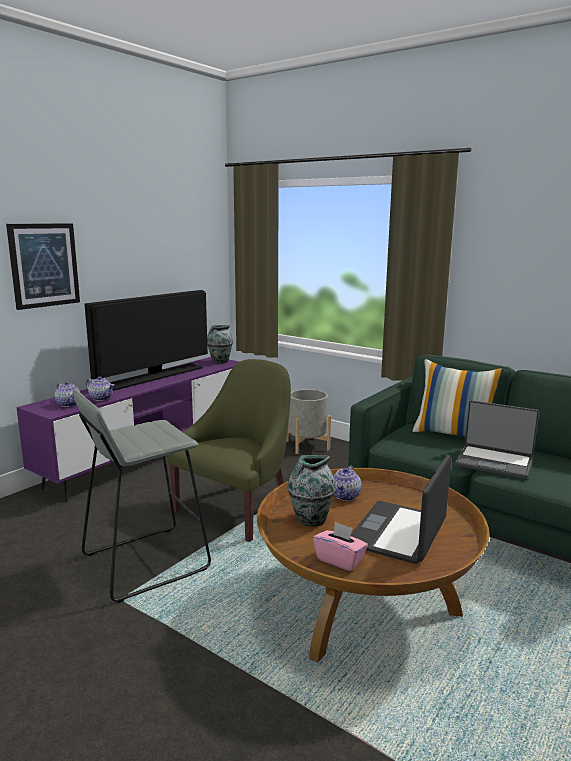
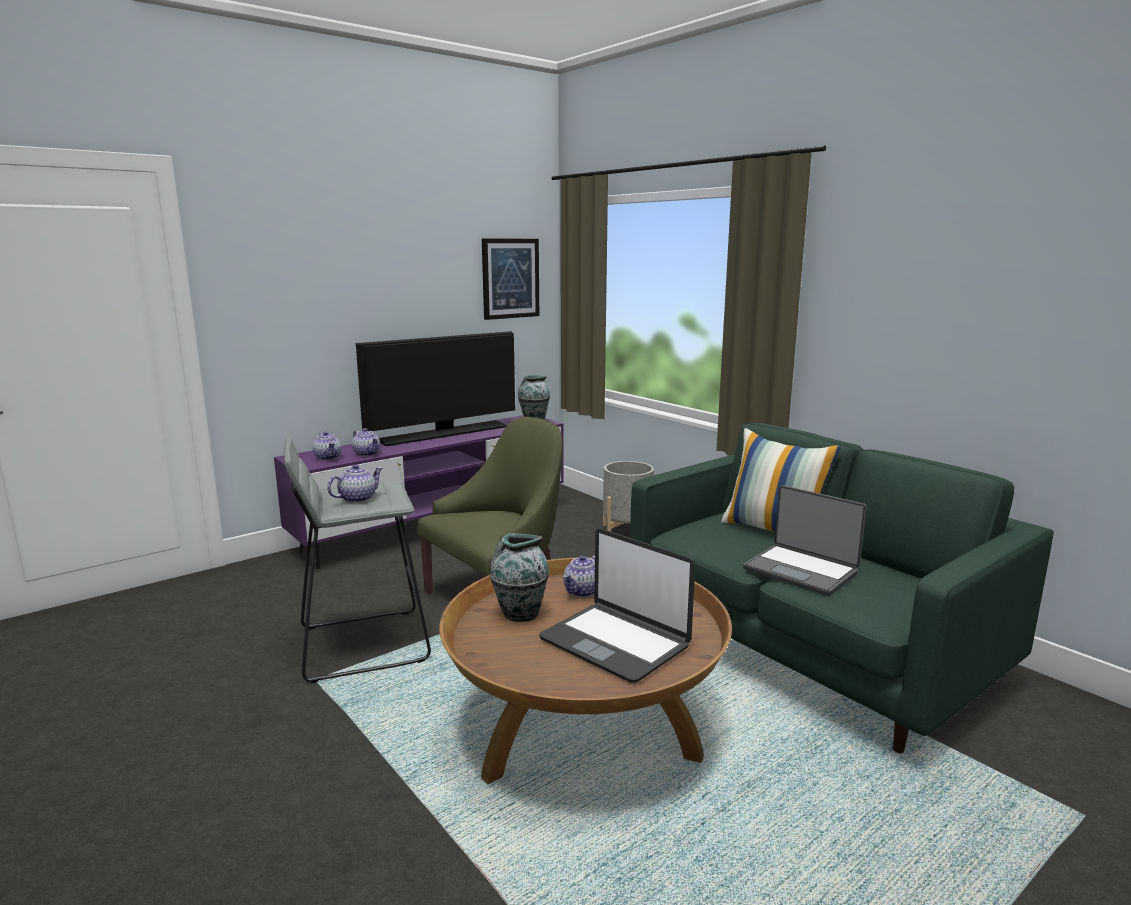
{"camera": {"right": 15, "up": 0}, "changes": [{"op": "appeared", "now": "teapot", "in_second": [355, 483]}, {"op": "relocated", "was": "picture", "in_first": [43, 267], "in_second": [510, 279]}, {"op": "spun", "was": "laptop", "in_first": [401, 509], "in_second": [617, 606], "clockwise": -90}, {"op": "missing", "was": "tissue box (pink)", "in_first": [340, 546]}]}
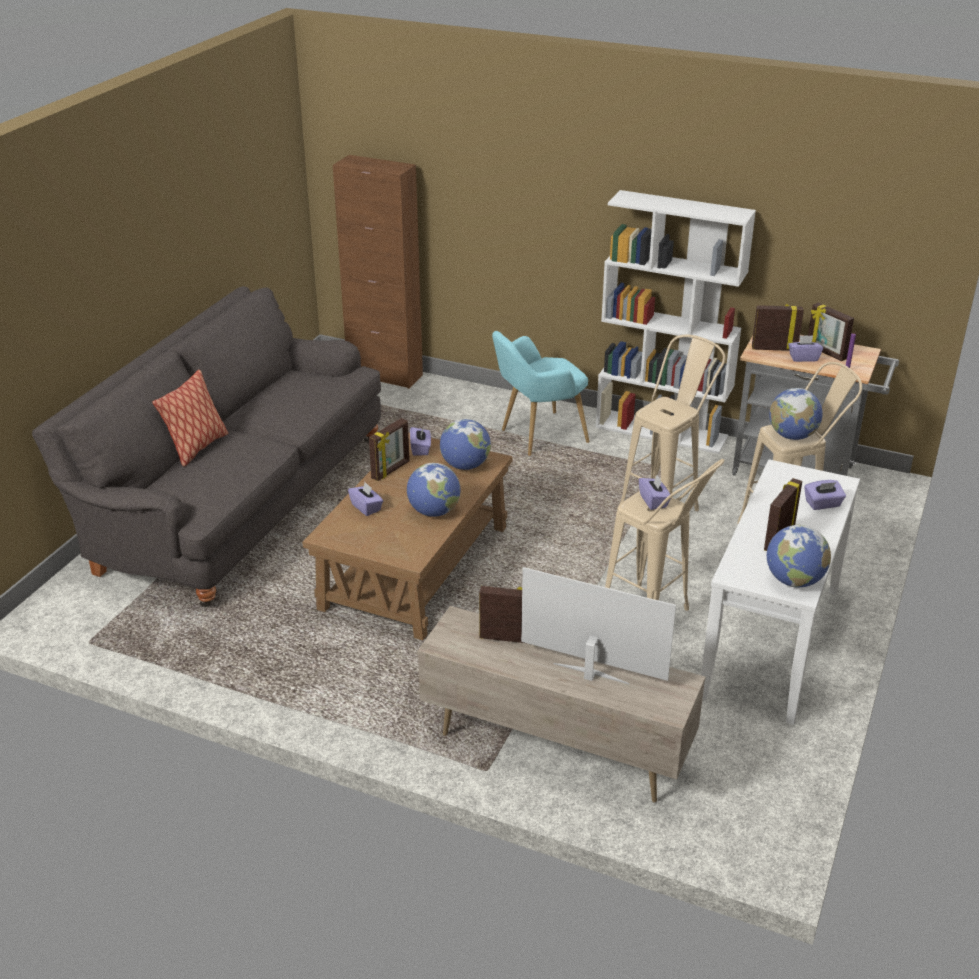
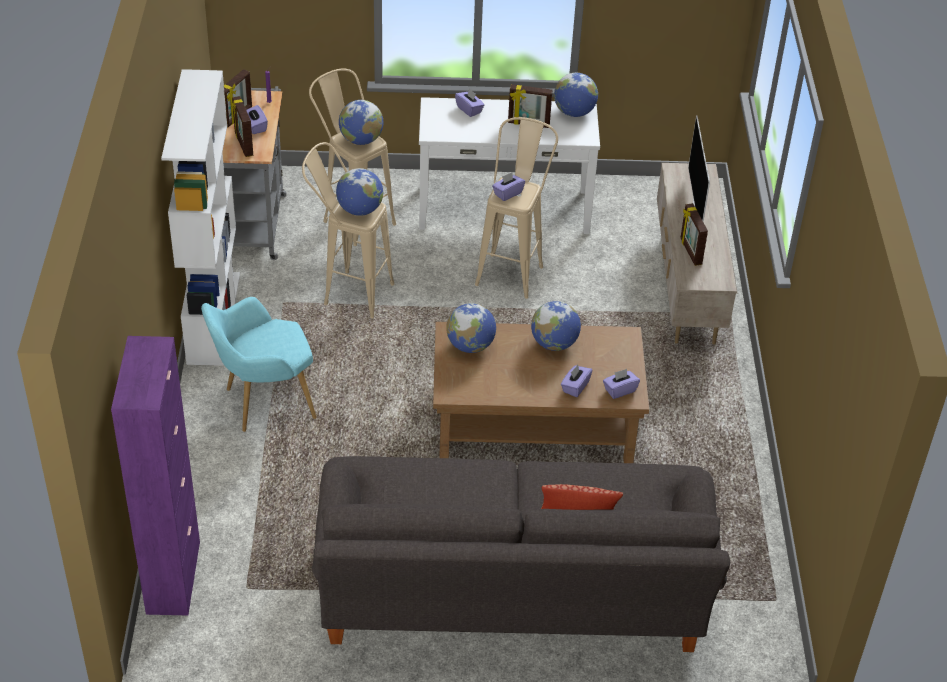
{"camera": {"right": -115, "up": 10}, "changes": [{"op": "colour", "was": "cabinet (brown)", "now": "cabinet (purple)", "in_first": [378, 272], "in_second": [155, 475]}, {"op": "spun", "was": "armchair (turquoise)", "in_first": [540, 393], "in_second": [259, 364], "clockwise": 120}, {"op": "appeared", "now": "globe", "in_second": [359, 192]}, {"op": "relocated", "was": "tissue box (purple)", "in_first": [420, 441], "in_second": [621, 384]}, {"op": "missing", "was": "picture frame", "in_first": [389, 449]}]}
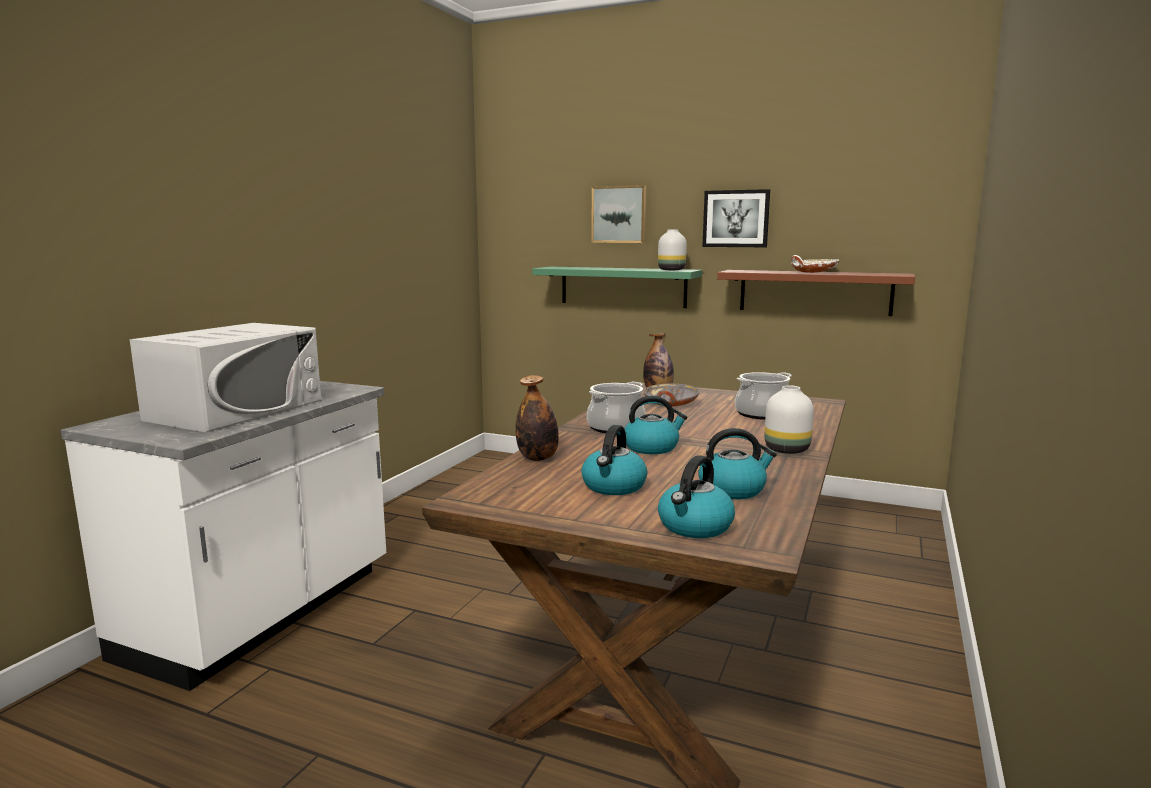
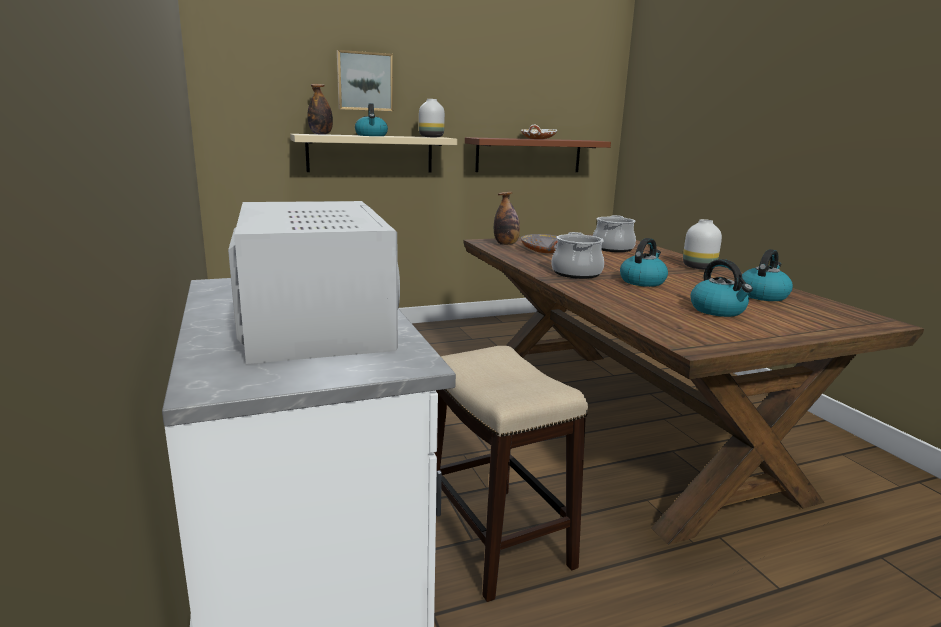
{"camera": {"right": -45, "up": 5}, "changes": [{"op": "colour", "was": "shelf (green)", "now": "shelf (beige)", "in_first": [617, 287], "in_second": [373, 153]}, {"op": "relocated", "was": "bottle", "in_first": [537, 418], "in_second": [320, 109]}, {"op": "relocated", "was": "kettle", "in_first": [696, 496], "in_second": [371, 119]}, {"op": "appeared", "now": "stool", "in_second": [511, 474]}, {"op": "missing", "was": "picture", "in_first": [736, 218]}]}
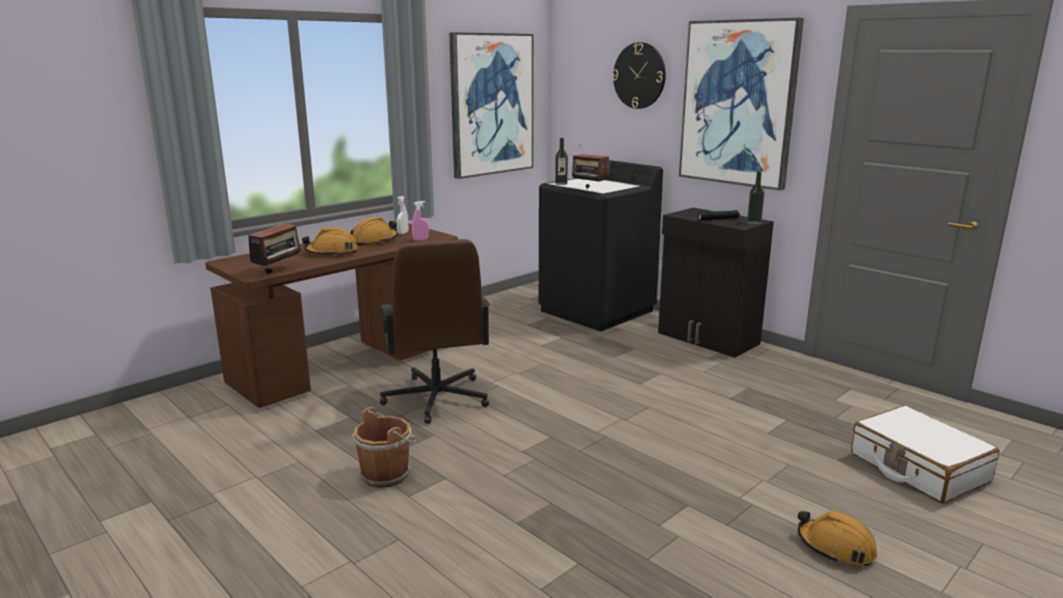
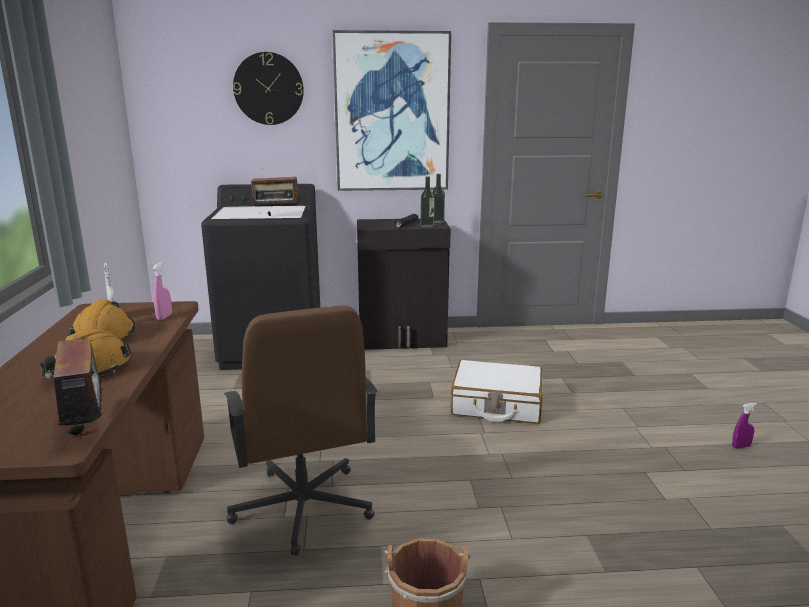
{"camera": {"right": -50, "up": 0}, "changes": [{"op": "spun", "was": "office chair (brown)", "in_first": [435, 331], "in_second": [301, 431], "clockwise": 45}, {"op": "relocated", "was": "bottle", "in_first": [561, 161], "in_second": [427, 202]}, {"op": "relocated", "was": "suitcase (white)", "in_first": [925, 454], "in_second": [497, 392]}, {"op": "exchanged", "was": "hard hat (orange)", "now": "spray bottle (purple)", "in_first": [837, 538], "in_second": [744, 425]}, {"op": "missing", "was": "picture", "in_first": [491, 105]}]}
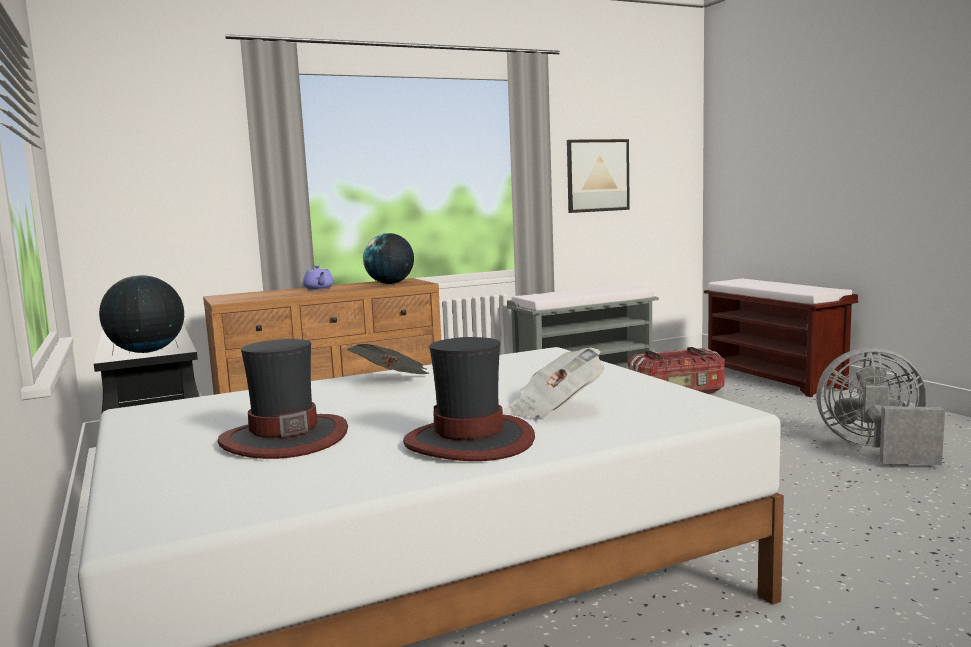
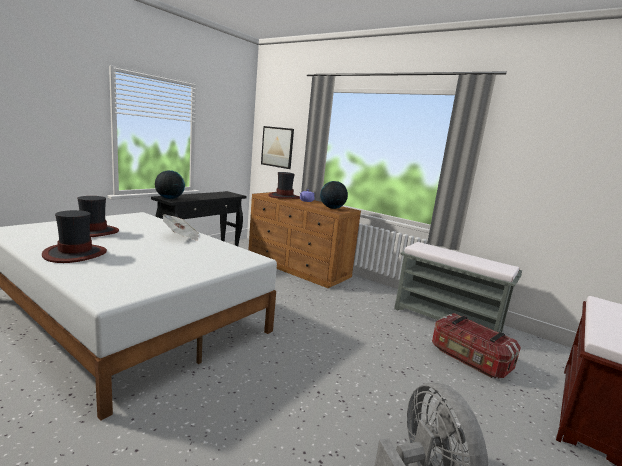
{"camera": {"right": 60, "up": 5}, "changes": [{"op": "relocated", "was": "picture", "in_first": [598, 176], "in_second": [277, 147]}, {"op": "appeared", "now": "hat", "in_second": [284, 185]}, {"op": "missing", "was": "newspaper", "in_first": [554, 383]}]}
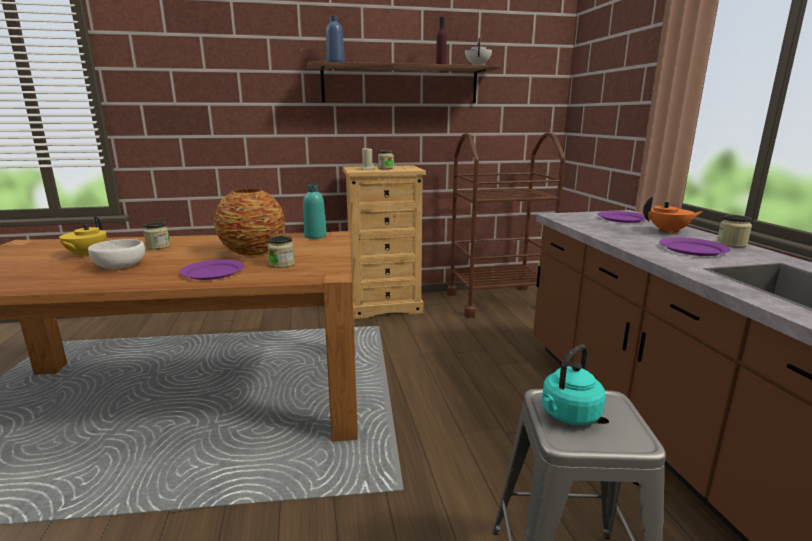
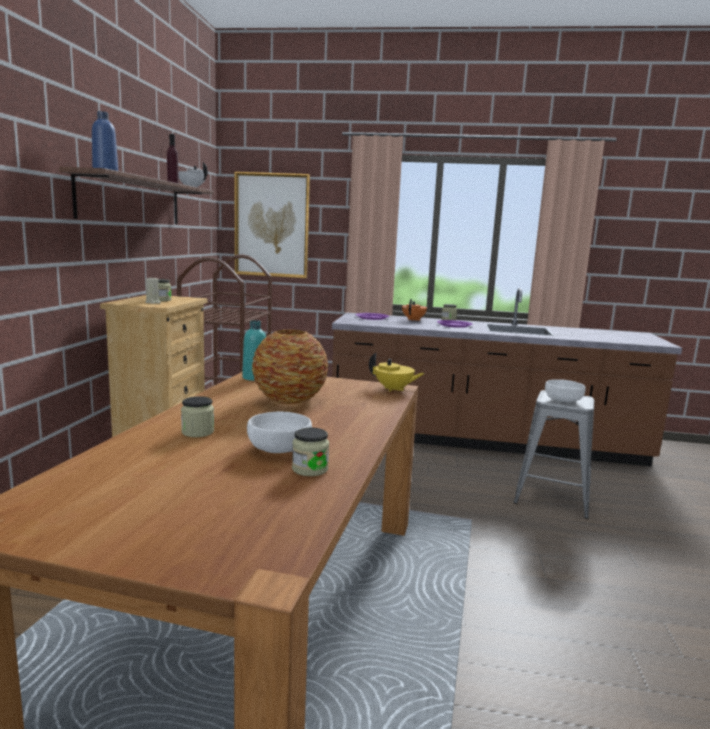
{"camera": {"right": -70, "up": -5}, "changes": [{"op": "appeared", "now": "picture", "in_second": [272, 225]}, {"op": "relocated", "was": "jar", "in_first": [281, 252], "in_second": [310, 452]}, {"op": "relocated", "was": "teapot (yellow)", "in_first": [82, 236], "in_second": [397, 372]}, {"op": "exchanged", "was": "kettle (turquoise)", "now": "bowl (white)", "in_first": [573, 385], "in_second": [565, 390]}, {"op": "missing", "was": "plate (purple)", "in_first": [212, 269]}]}
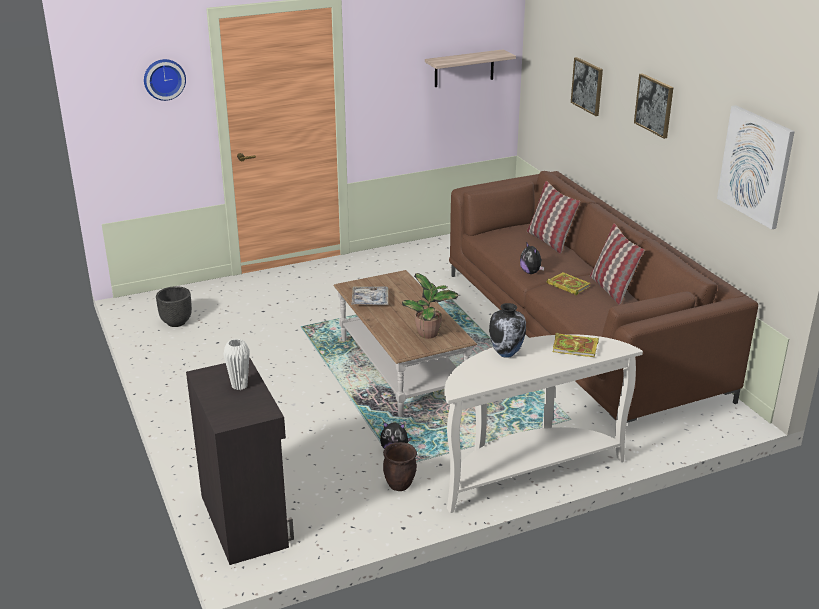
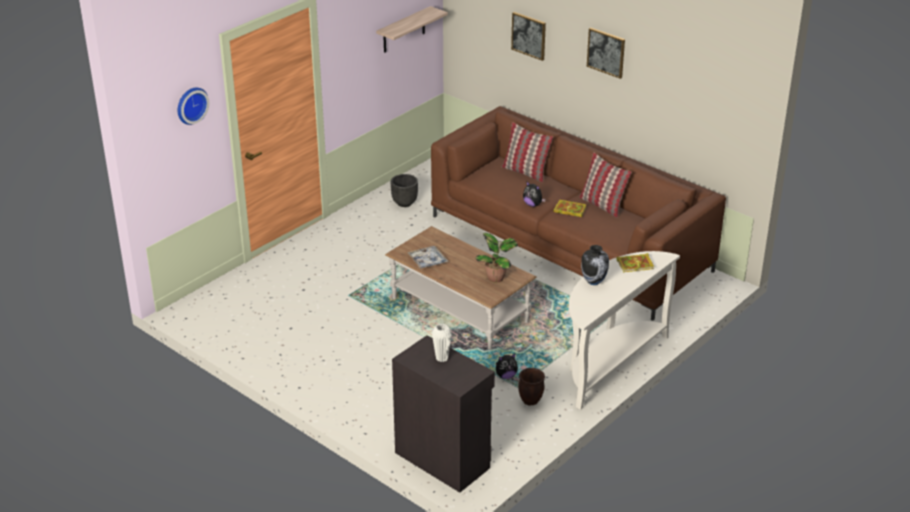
{"camera": {"right": -25, "up": 5}, "changes": [{"op": "relocated", "was": "planter (black)", "in_first": [174, 306], "in_second": [404, 190]}, {"op": "missing", "was": "picture", "in_first": [756, 167]}]}
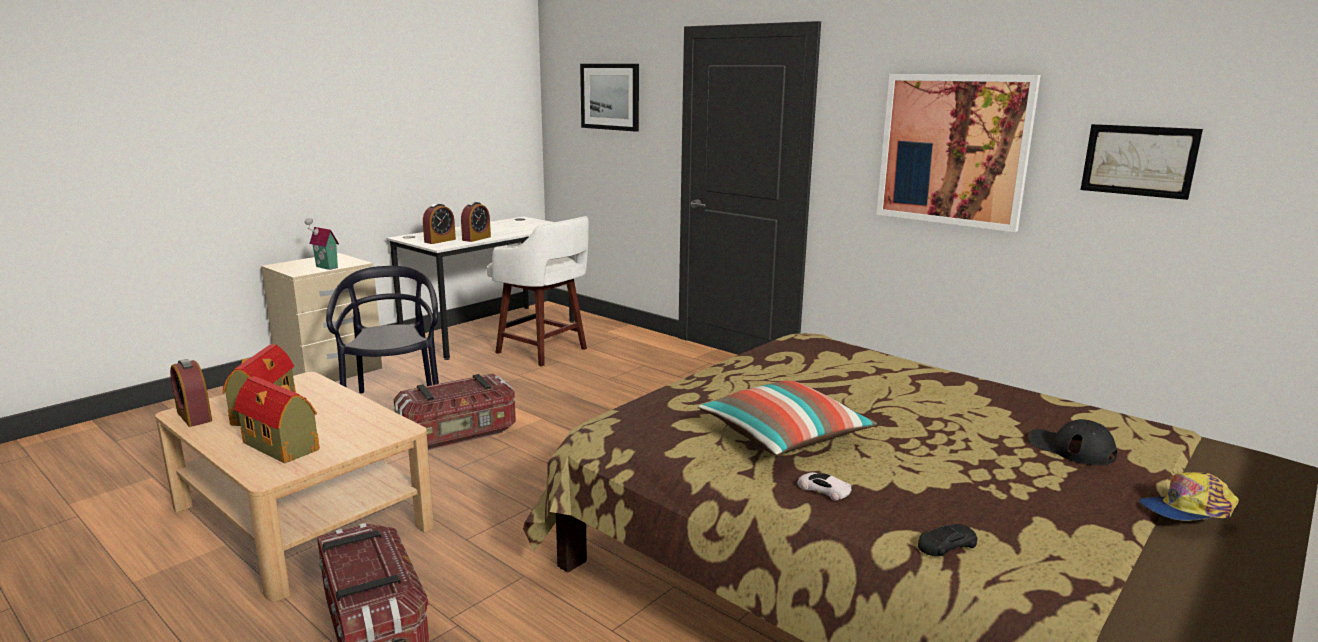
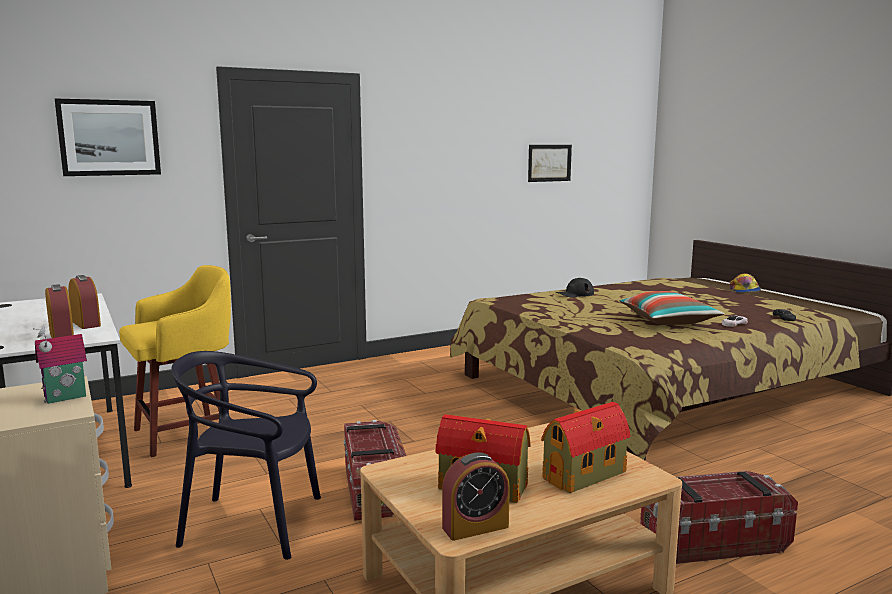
{"camera": {"right": -70, "up": -5}, "changes": [{"op": "colour", "was": "stool (white)", "now": "stool (yellow)", "in_first": [538, 291], "in_second": [175, 361]}, {"op": "relocated", "was": "cap (black)", "in_first": [1073, 442], "in_second": [575, 287]}, {"op": "missing", "was": "picture", "in_first": [958, 153]}]}
